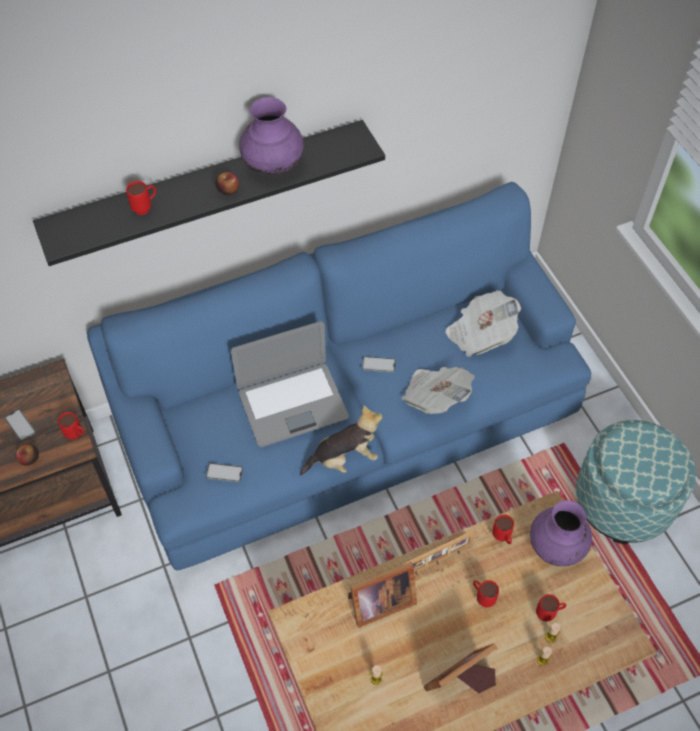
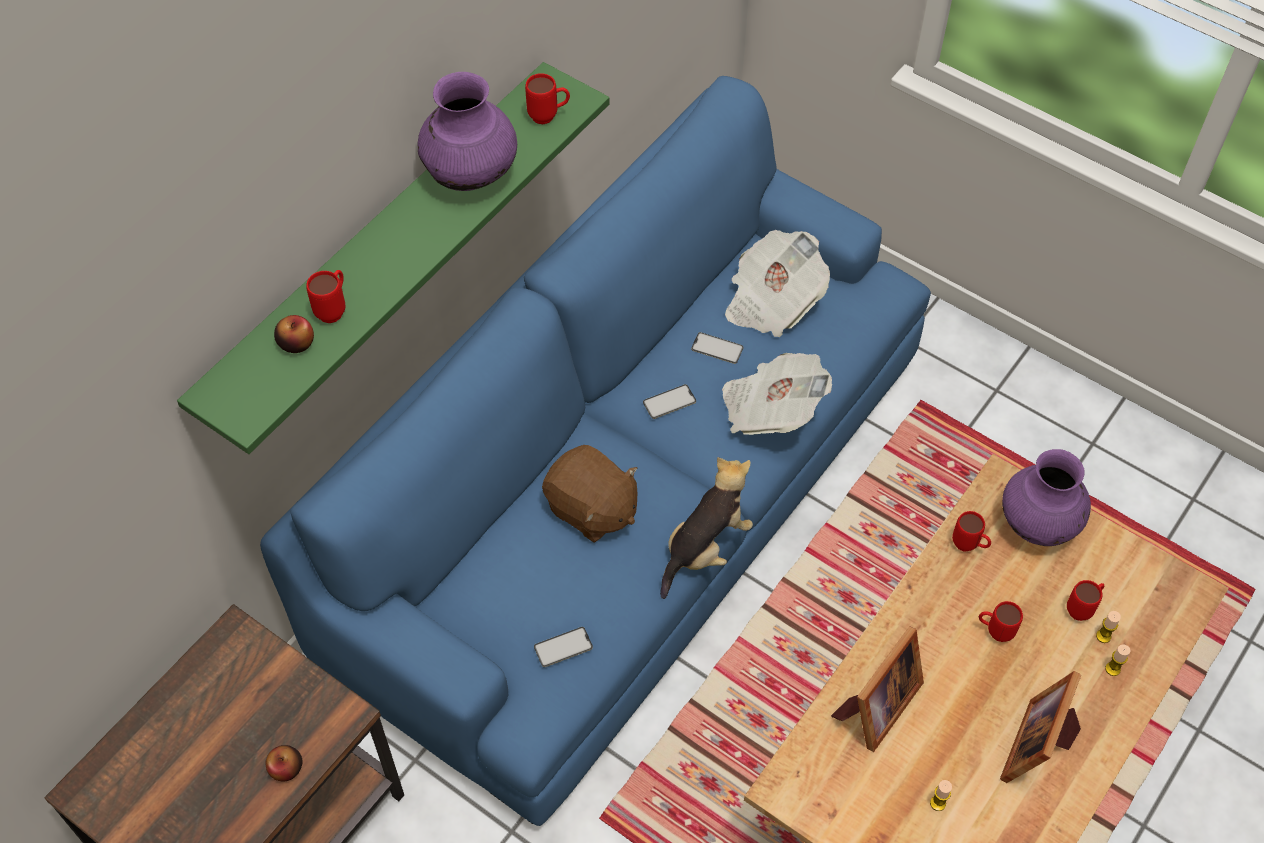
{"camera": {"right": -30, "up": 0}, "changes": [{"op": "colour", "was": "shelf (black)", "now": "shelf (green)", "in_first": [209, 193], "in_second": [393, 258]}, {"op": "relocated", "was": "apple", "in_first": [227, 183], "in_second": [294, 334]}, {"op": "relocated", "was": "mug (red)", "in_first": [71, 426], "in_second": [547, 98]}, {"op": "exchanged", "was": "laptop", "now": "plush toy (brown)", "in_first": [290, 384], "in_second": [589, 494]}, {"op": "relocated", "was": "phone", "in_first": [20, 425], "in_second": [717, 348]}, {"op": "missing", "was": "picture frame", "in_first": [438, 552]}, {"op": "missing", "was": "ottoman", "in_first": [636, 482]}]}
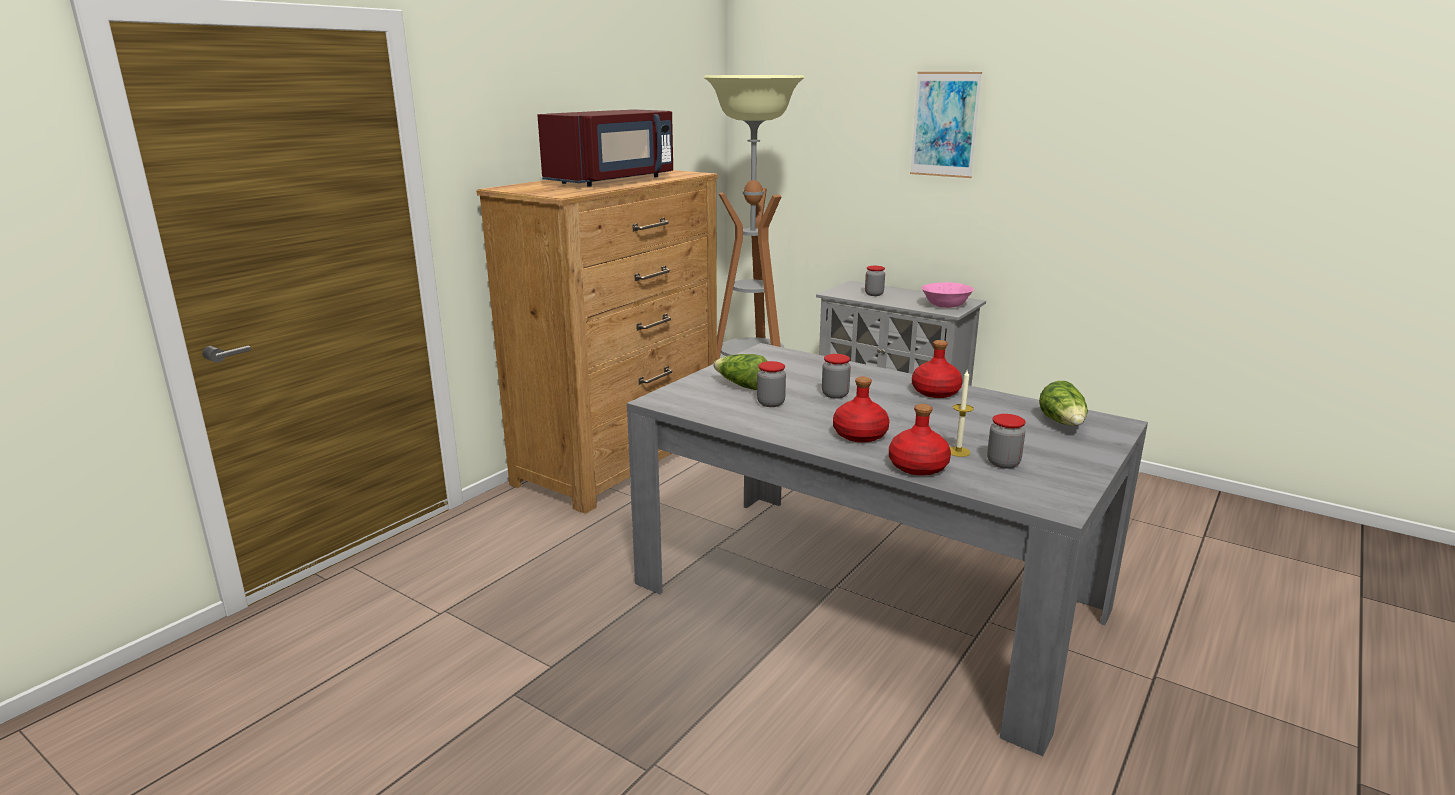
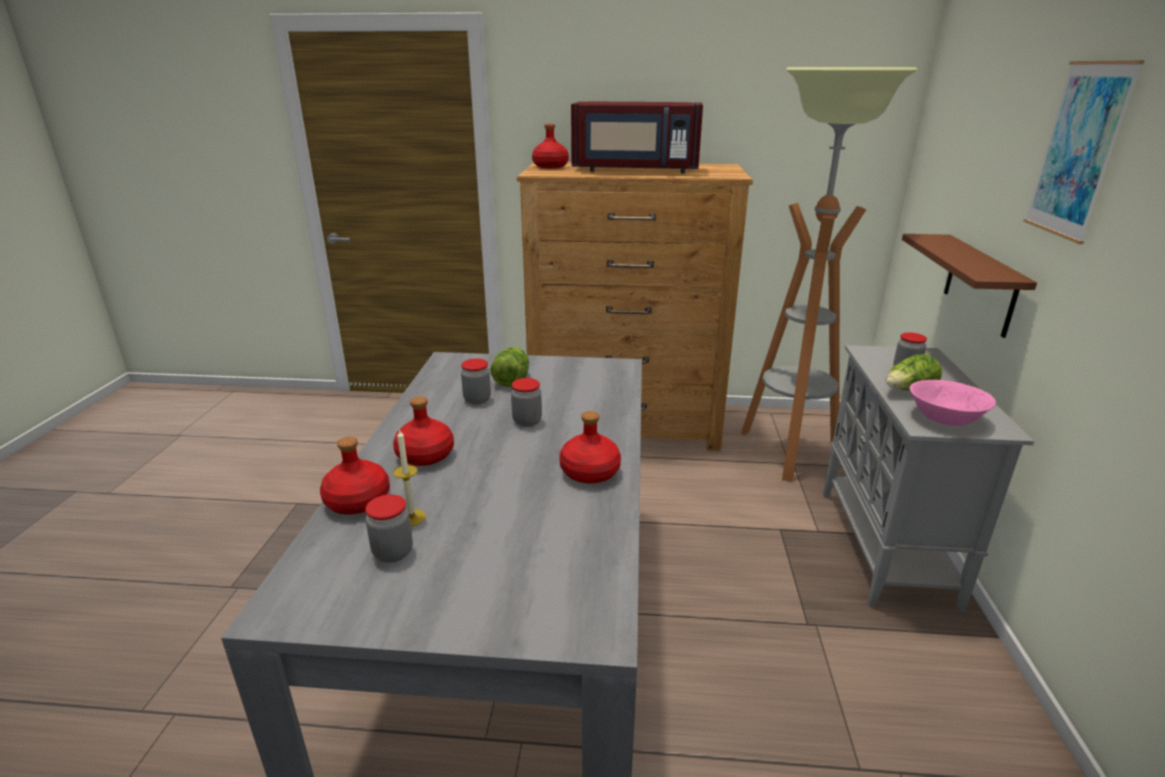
{"camera": {"right": 60, "up": 5}, "changes": [{"op": "appeared", "now": "bottle (red)", "in_second": [550, 146]}, {"op": "relocated", "was": "lettuce", "in_first": [1063, 403], "in_second": [914, 372]}, {"op": "appeared", "now": "shelf (brown)", "in_second": [969, 286]}]}
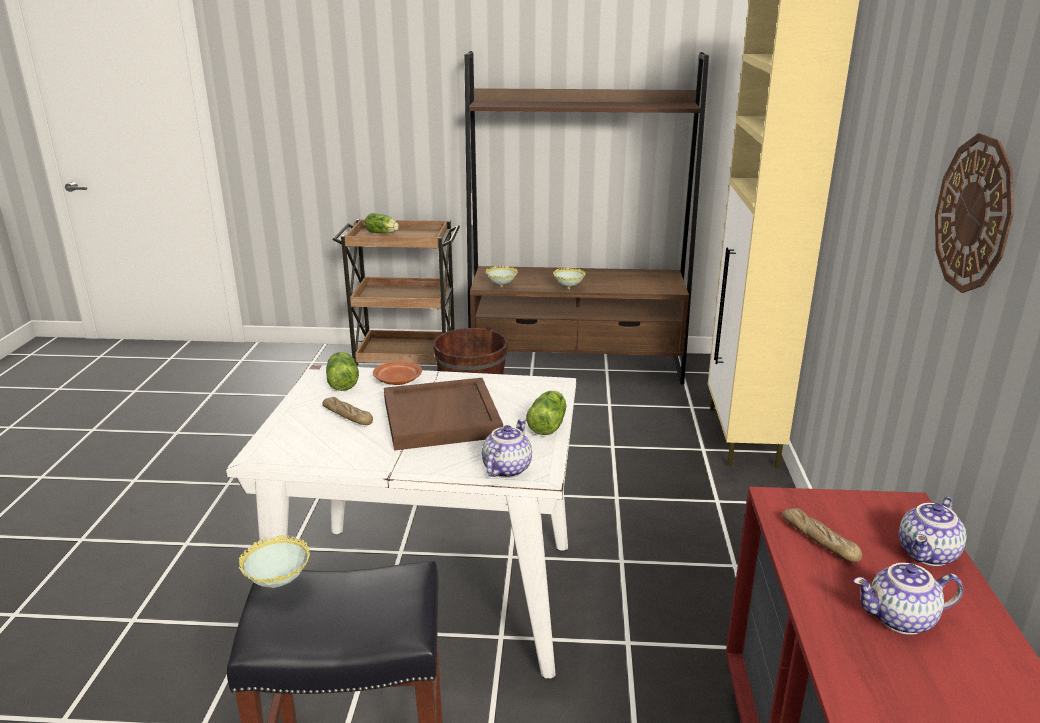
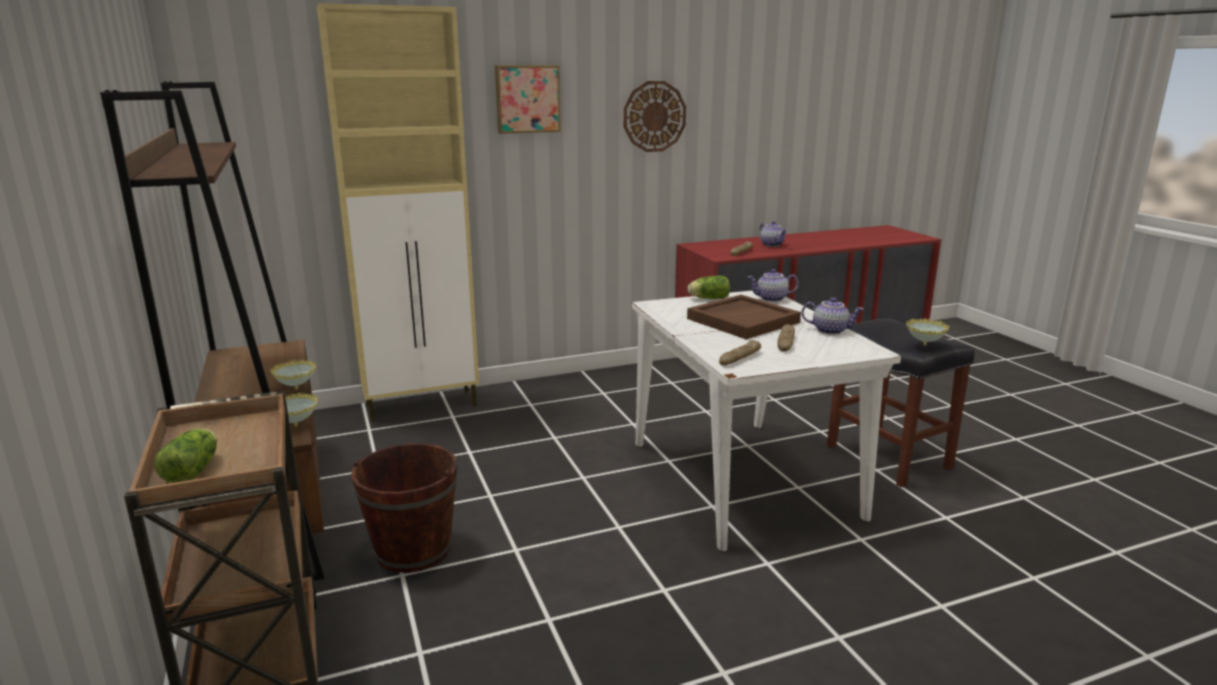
{"camera": {"right": -115, "up": -5}, "changes": [{"op": "appeared", "now": "picture", "in_second": [528, 100]}, {"op": "exchanged", "was": "lettuce", "now": "bread", "in_first": [342, 371], "in_second": [740, 353]}, {"op": "relocated", "was": "teapot", "in_first": [932, 531], "in_second": [833, 316]}, {"op": "missing", "was": "plate (brown)", "in_first": [397, 373]}]}
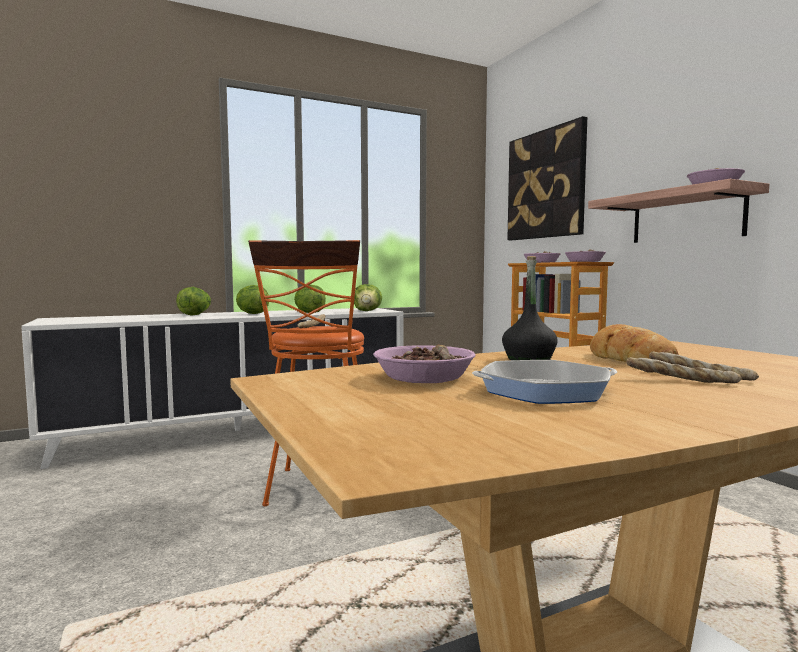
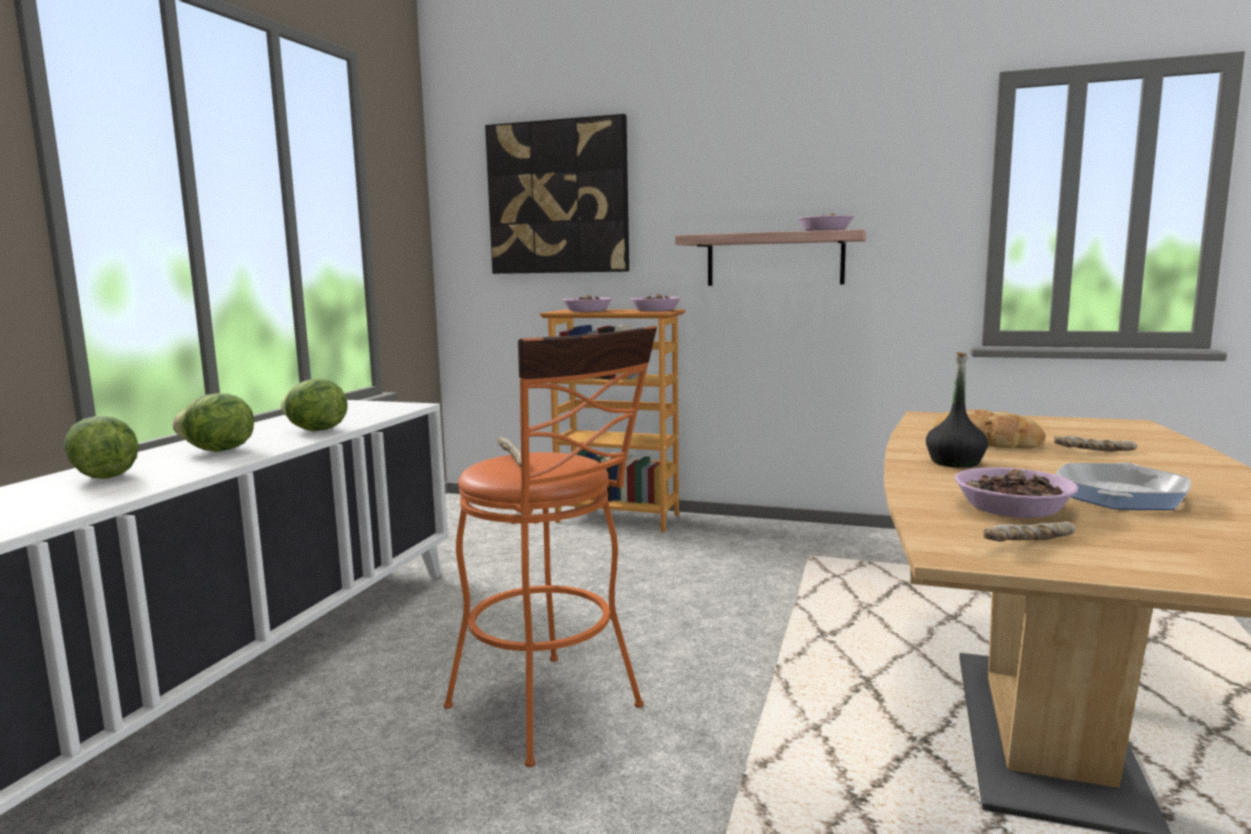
{"camera": {"right": -45, "up": 5}, "changes": [{"op": "relocated", "was": "bread", "in_first": [684, 370], "in_second": [1029, 532]}, {"op": "missing", "was": "lettuce", "in_first": [368, 297]}]}
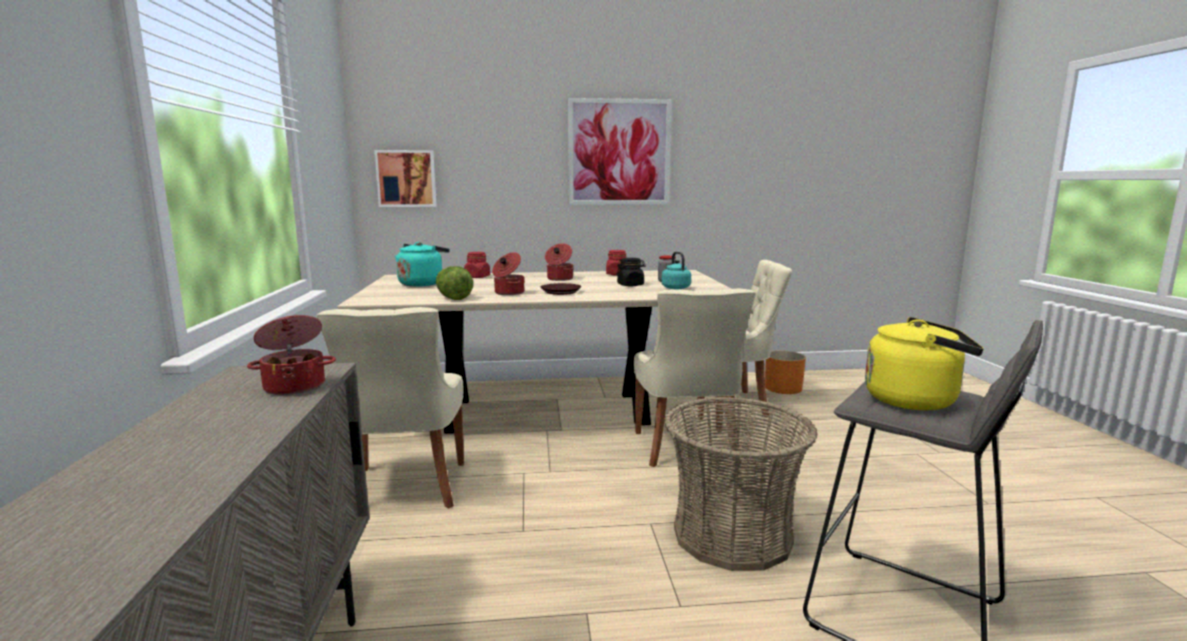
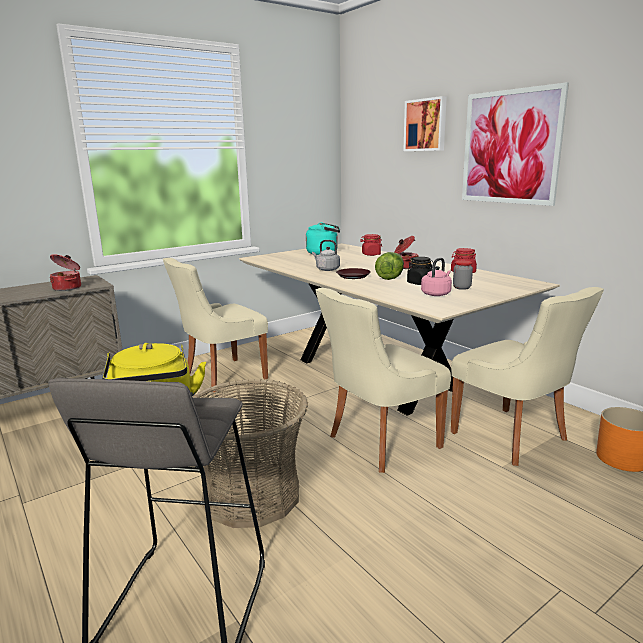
{"camera": {"right": 60, "up": 5}, "changes": [{"op": "exchanged", "was": "cooking pot", "now": "kettle (grey)", "in_first": [508, 273], "in_second": [326, 255]}, {"op": "relocated", "was": "lettuce", "in_first": [454, 283], "in_second": [389, 266]}, {"op": "relocated", "was": "picture", "in_first": [405, 178], "in_second": [425, 123]}, {"op": "colour", "was": "kettle (turquoise)", "now": "kettle (pink)", "in_first": [676, 270], "in_second": [436, 277]}]}
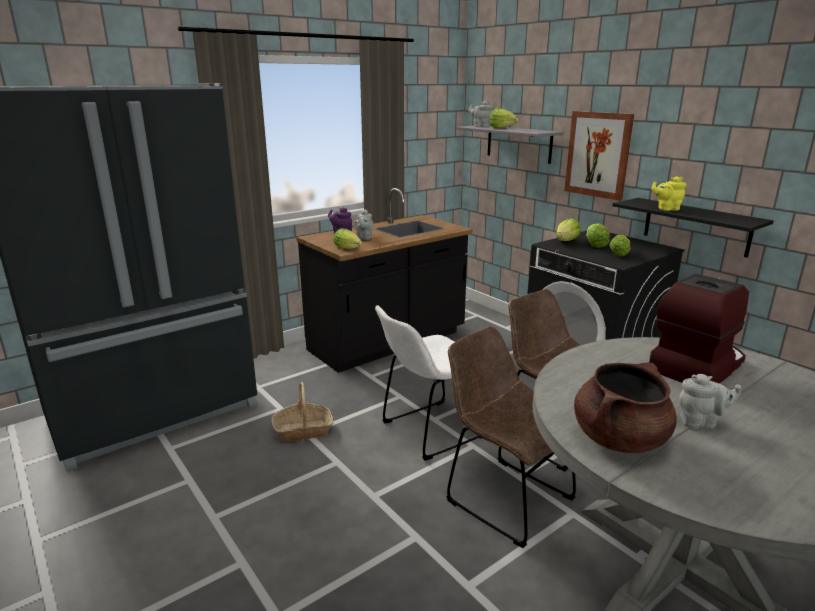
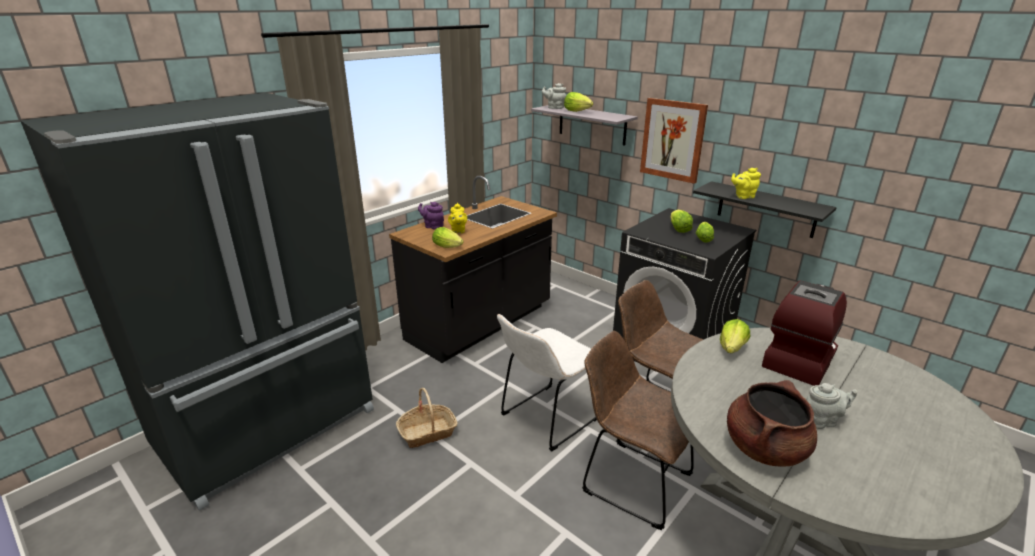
{"camera": {"right": -10, "up": 5}, "changes": [{"op": "colour", "was": "teapot (grey)", "now": "teapot (yellow)", "in_first": [363, 224], "in_second": [457, 218]}, {"op": "relocated", "was": "lettuce", "in_first": [568, 229], "in_second": [735, 336]}]}
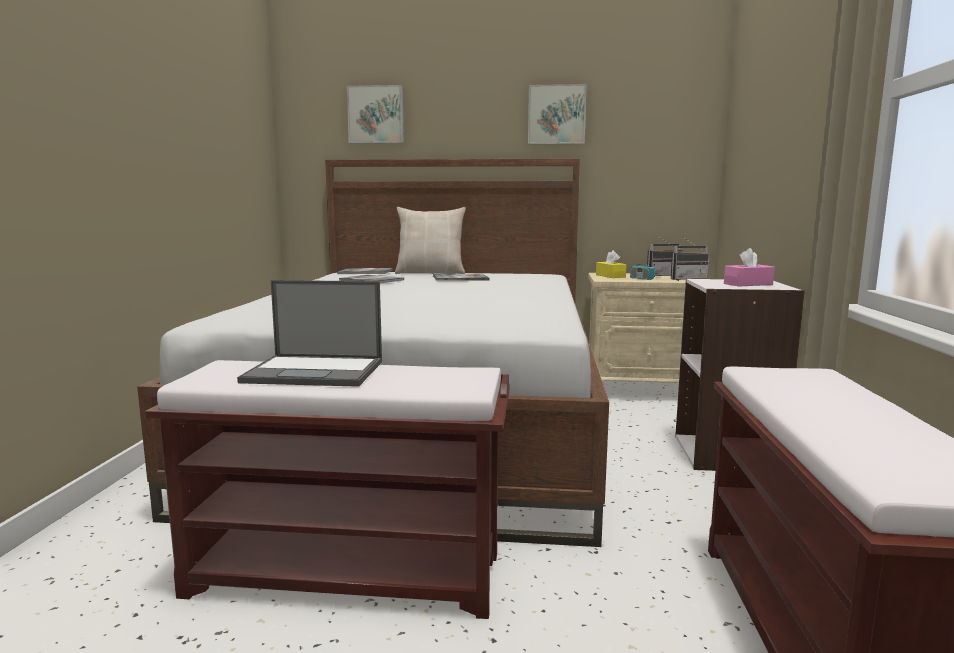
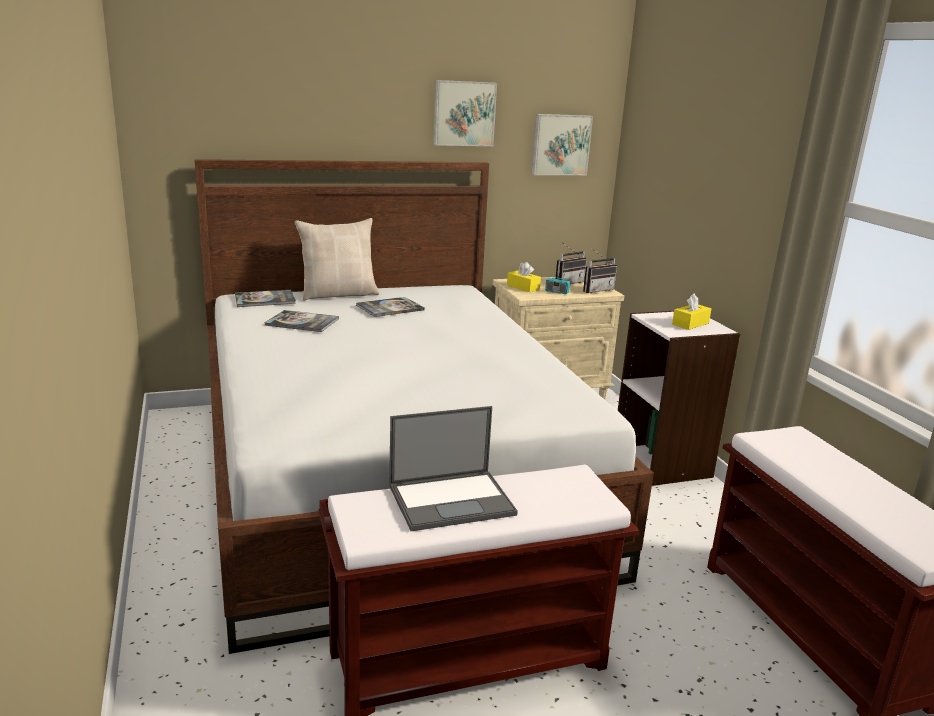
{"camera": {"right": -25, "up": 10}, "changes": [{"op": "relocated", "was": "picture", "in_first": [375, 114], "in_second": [562, 144]}, {"op": "colour", "was": "tissue box (pink)", "now": "tissue box (yellow)", "in_first": [749, 267], "in_second": [691, 311]}]}
